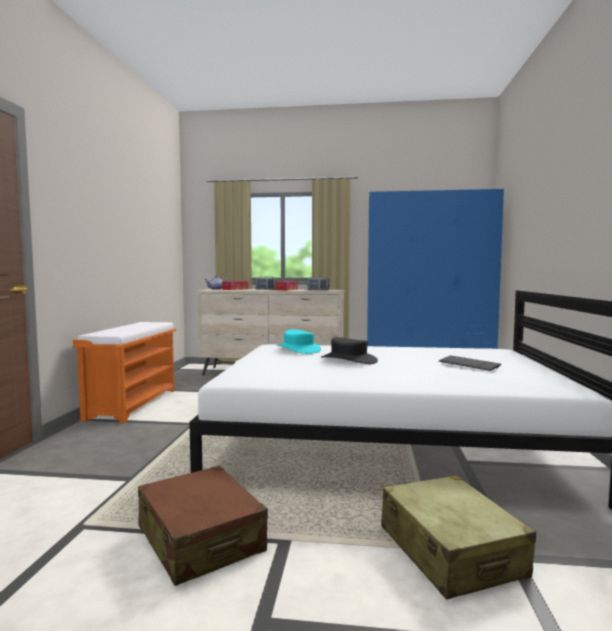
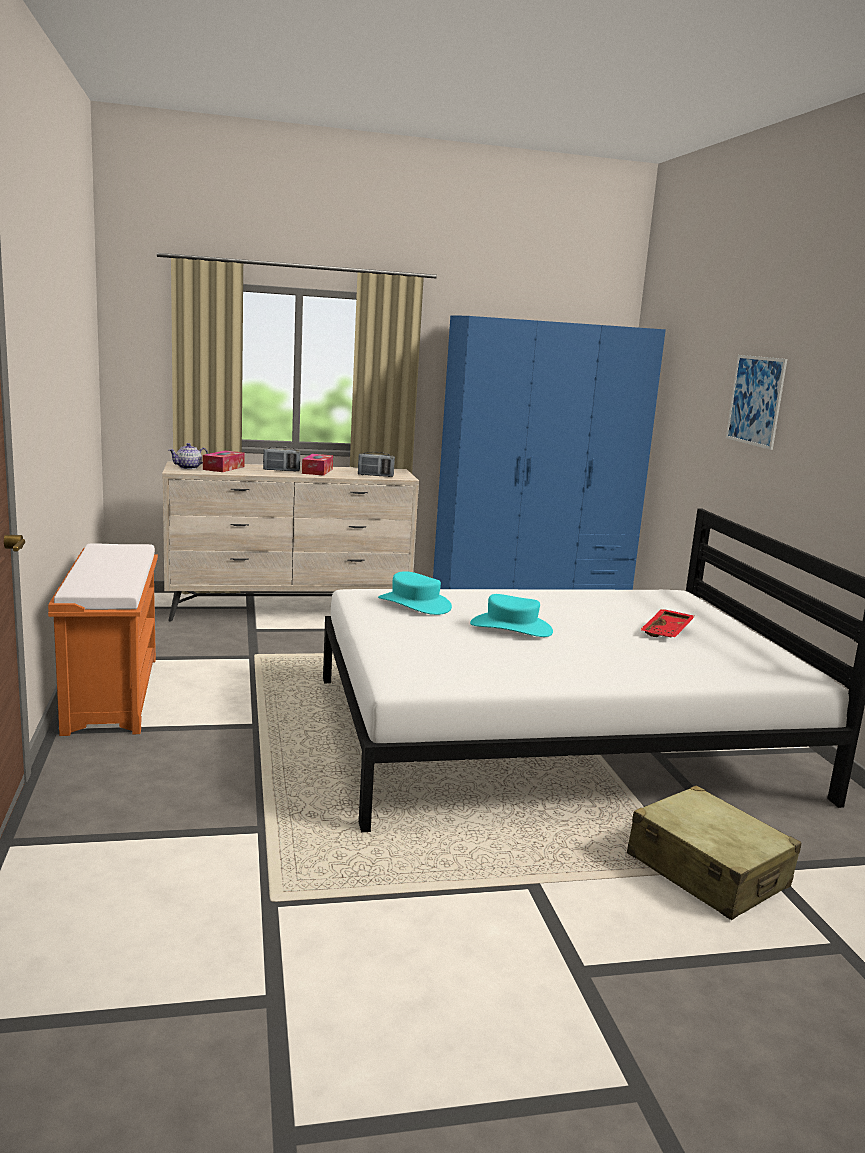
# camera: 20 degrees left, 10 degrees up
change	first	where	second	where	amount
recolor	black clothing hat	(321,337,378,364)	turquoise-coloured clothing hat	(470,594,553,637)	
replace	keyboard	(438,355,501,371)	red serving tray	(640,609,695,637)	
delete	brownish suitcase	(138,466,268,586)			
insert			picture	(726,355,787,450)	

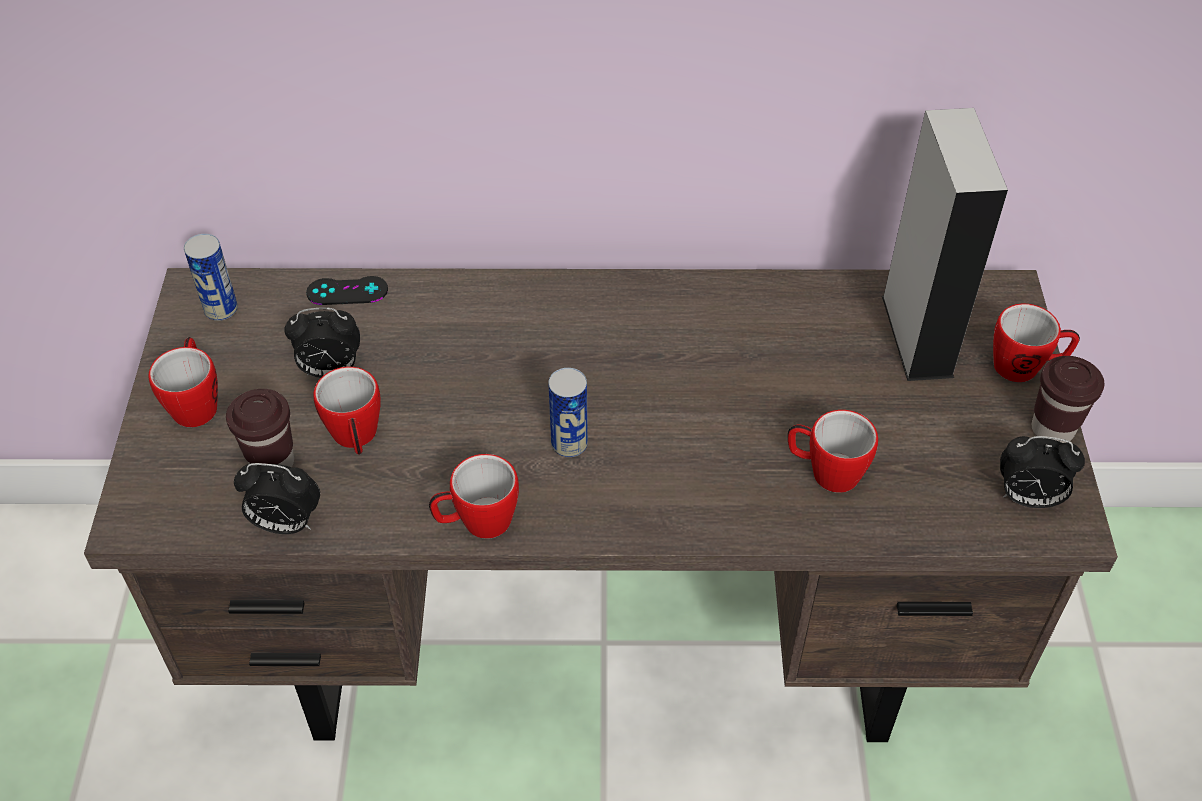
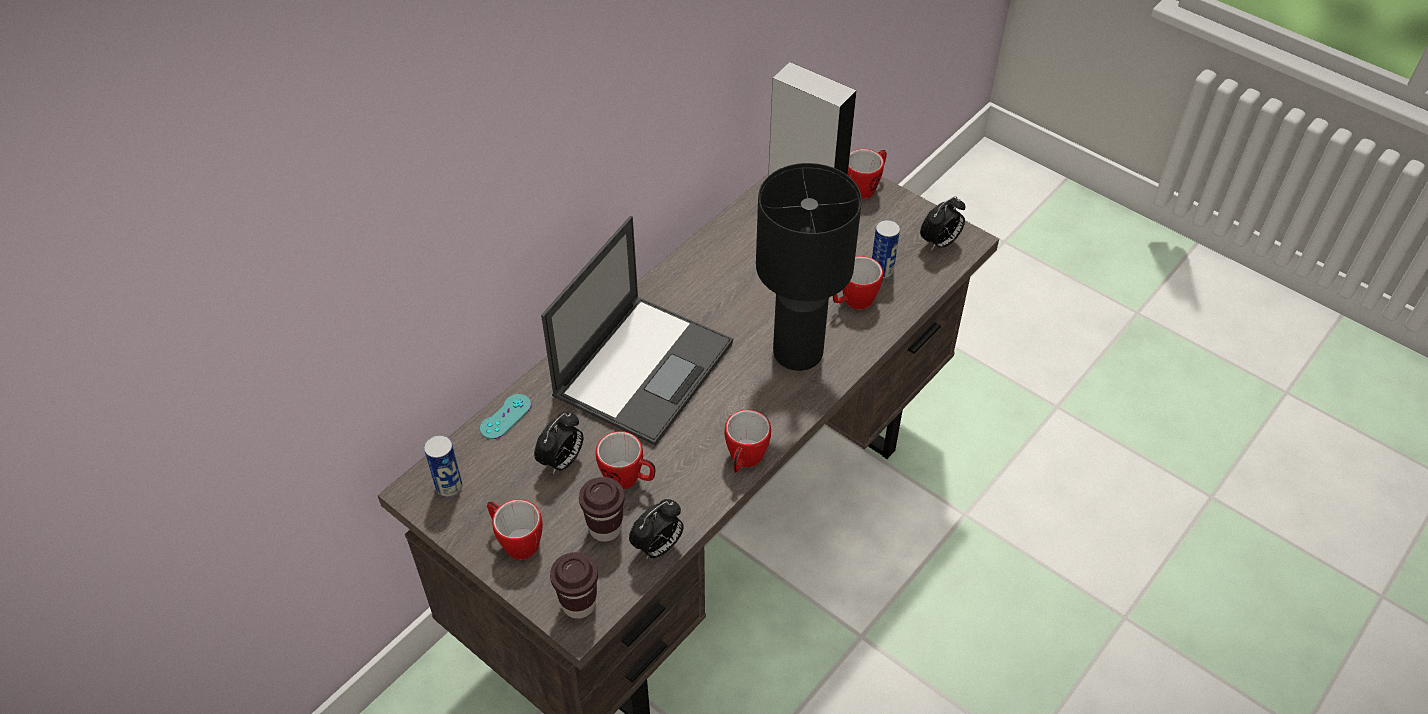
# camera: 50 degrees left, 0 degrees up
change	first	where	second	where	amount
recolor	black game controller	(306,276,388,305)	turquoise-coloured game controller	(480,394,531,439)	
move	brownish drinking cup	(1032,356,1104,443)		(550,552,598,619)	
move	can	(548,368,588,457)		(872,220,900,279)	
insert			black tabletop lamp	(756,163,862,371)	
insert			portable computer	(541,216,733,446)	

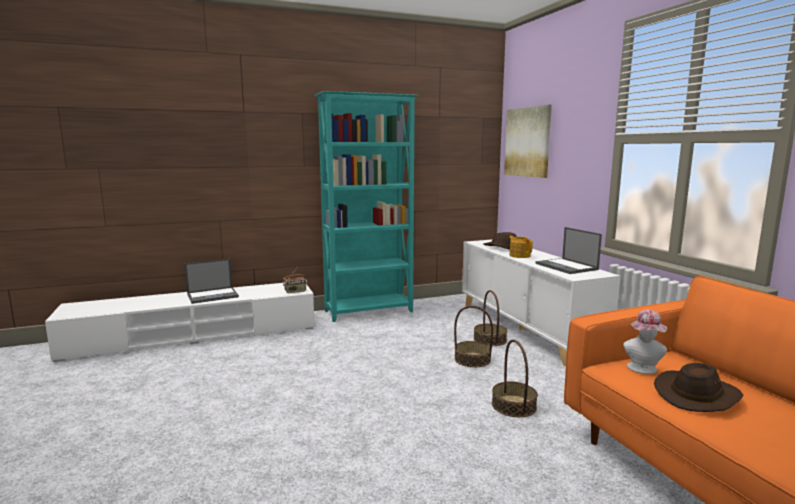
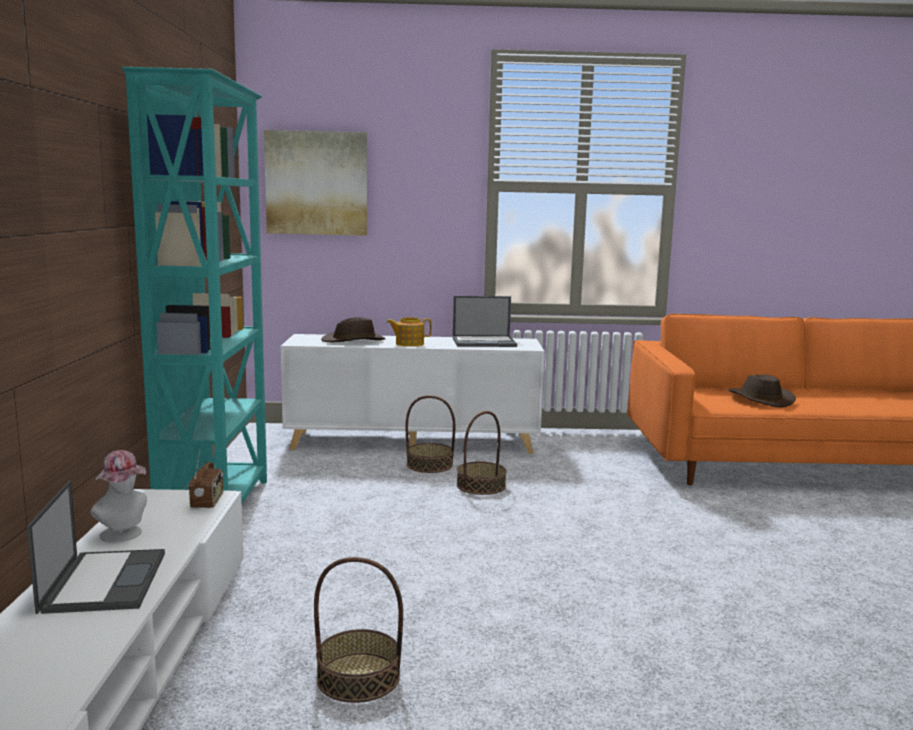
# camera: 70 degrees left, 0 degrees up
change	first	where	second	where	amount
move	clothing hat	(623,310,667,374)		(90,450,147,542)	
move	household basket	(492,340,538,417)		(314,557,403,703)	

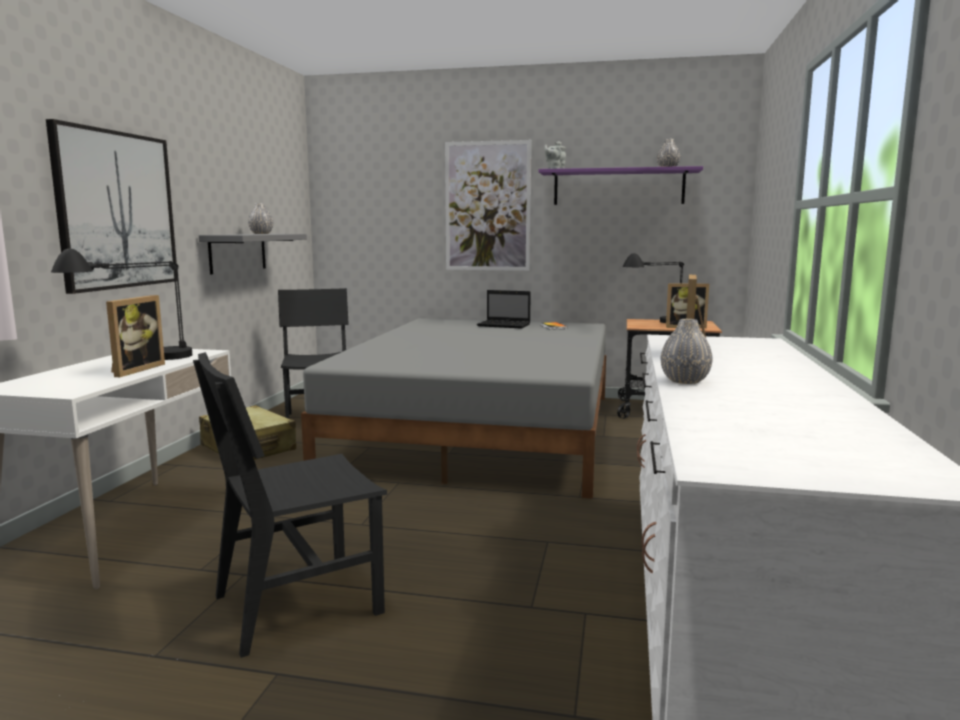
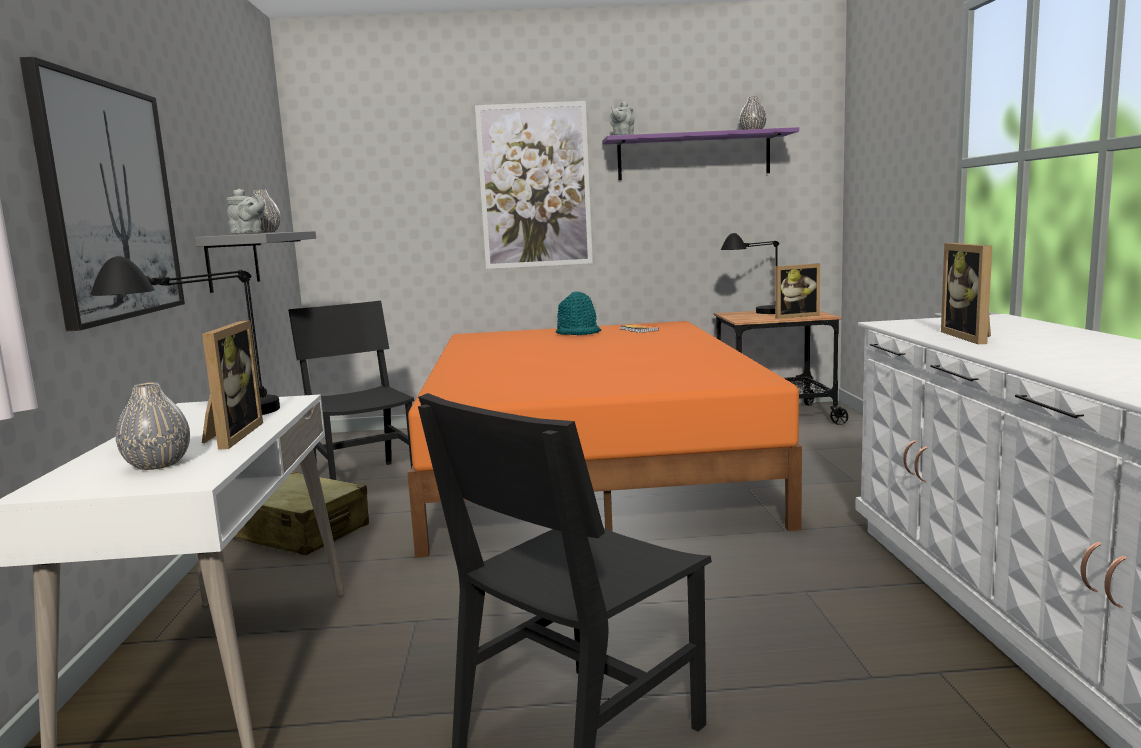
# camera: 15 degrees left, 0 degrees up
change	first	where	second	where	amount
replace	portable computer	(477,290,531,329)	turquoise-coloured clothing hat	(556,291,601,335)	
recolor	gray bedroom bed	(301,318,606,499)	orange-coloured bedroom bed	(407,321,802,558)	
move	gray flower vase	(661,319,713,384)		(116,382,190,470)	
insert			gray tea pot	(227,189,265,234)	

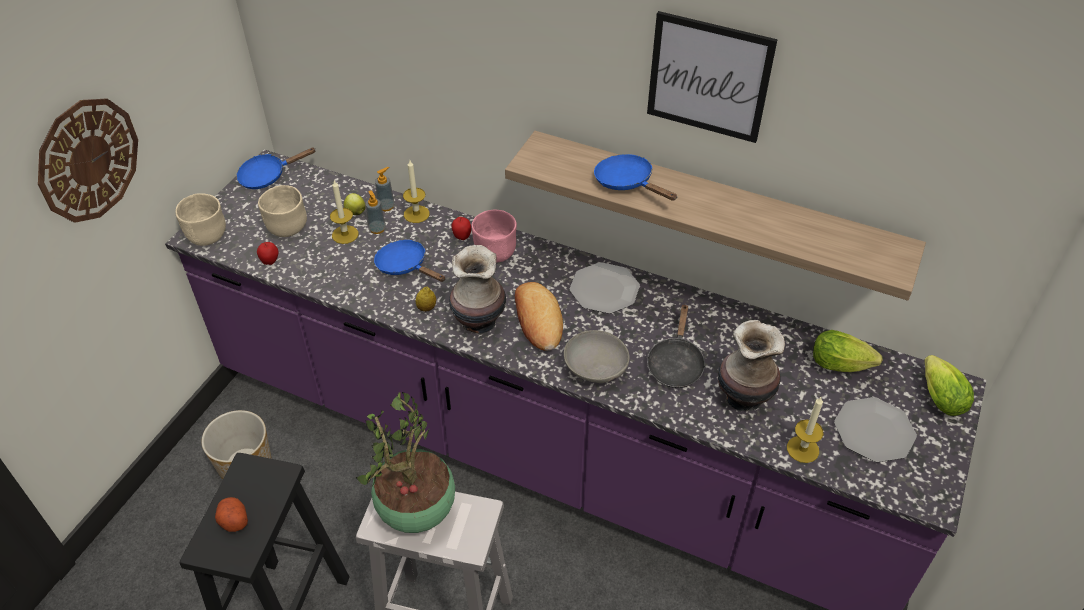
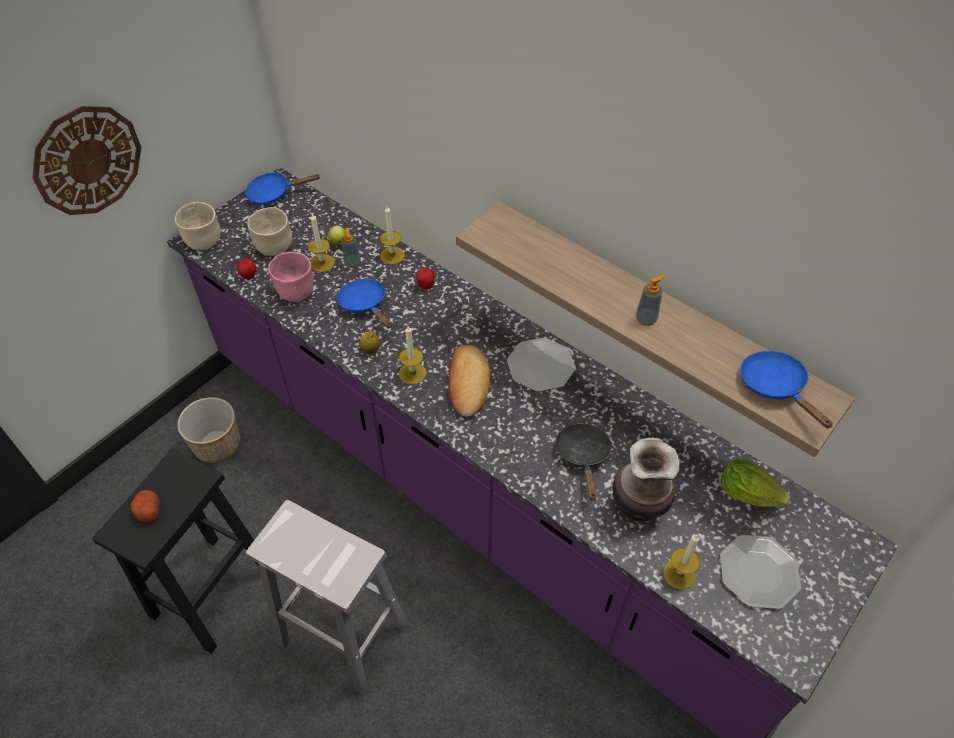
# camera: 15 degrees right, 5 degrees up
change	first	where	second	where	amount
delete	picture	(647,11,778,143)			
move	bluish pan	(594,154,677,201)		(740,351,833,428)	
move	soap bottle	(375,167,395,211)		(636,275,666,326)	
move	pink-coloured deep dish	(471,209,517,262)		(268,252,314,302)	
replace	flower vase	(449,245,506,335)	wax candle	(399,326,426,385)	
rotate	black pan	(647,304,706,388)		(555,423,612,501)	150 degrees clockwise
delete	gray deep dish	(564,330,629,383)			
delete	head of lettuce	(924,355,974,416)			
delete	houseplant	(356,392,455,533)			

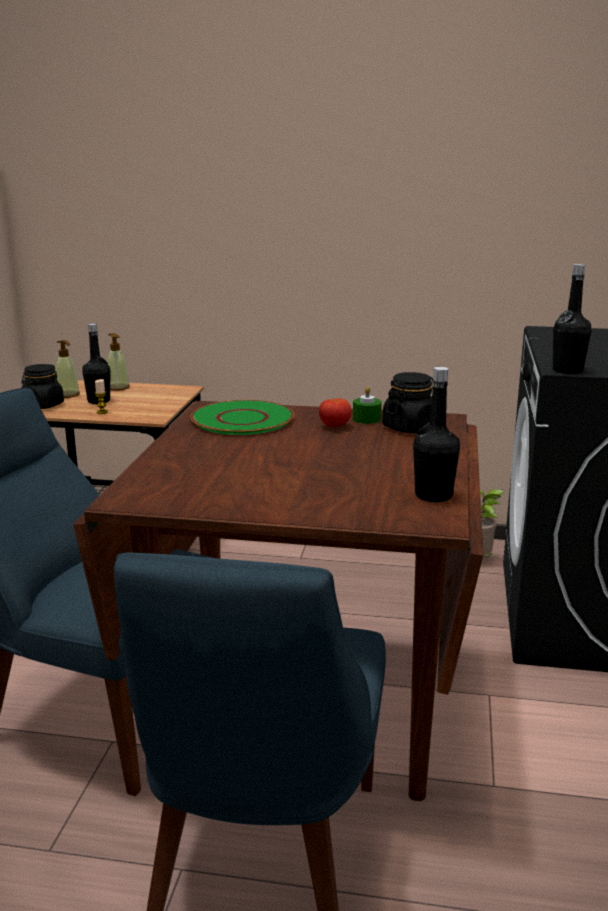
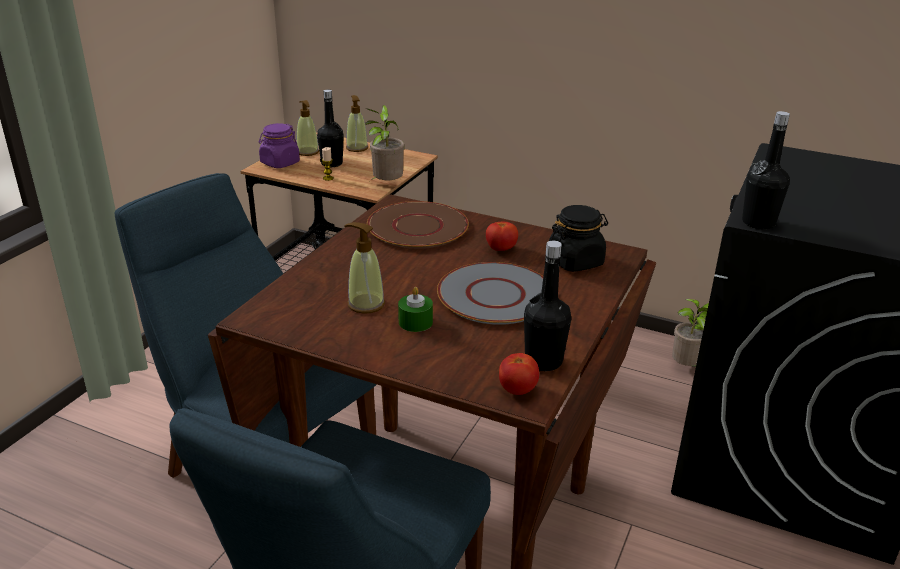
# camera: 15 degrees right, 10 degrees up
change	first	where	second	where	amount
recolor	black jar	(21,364,64,409)	purple jar	(259,123,300,168)	
move	green-coloured wax candle	(353,386,382,424)		(398,287,433,332)	
recolor	green-coloured plate	(190,400,294,435)	brownish plate	(367,201,469,249)	
insert			houseplant	(365,105,405,181)	
insert			soap bottle	(344,222,385,314)	
insert			gray plate	(437,262,543,325)	
insert			fresh tomato	(499,353,539,395)	

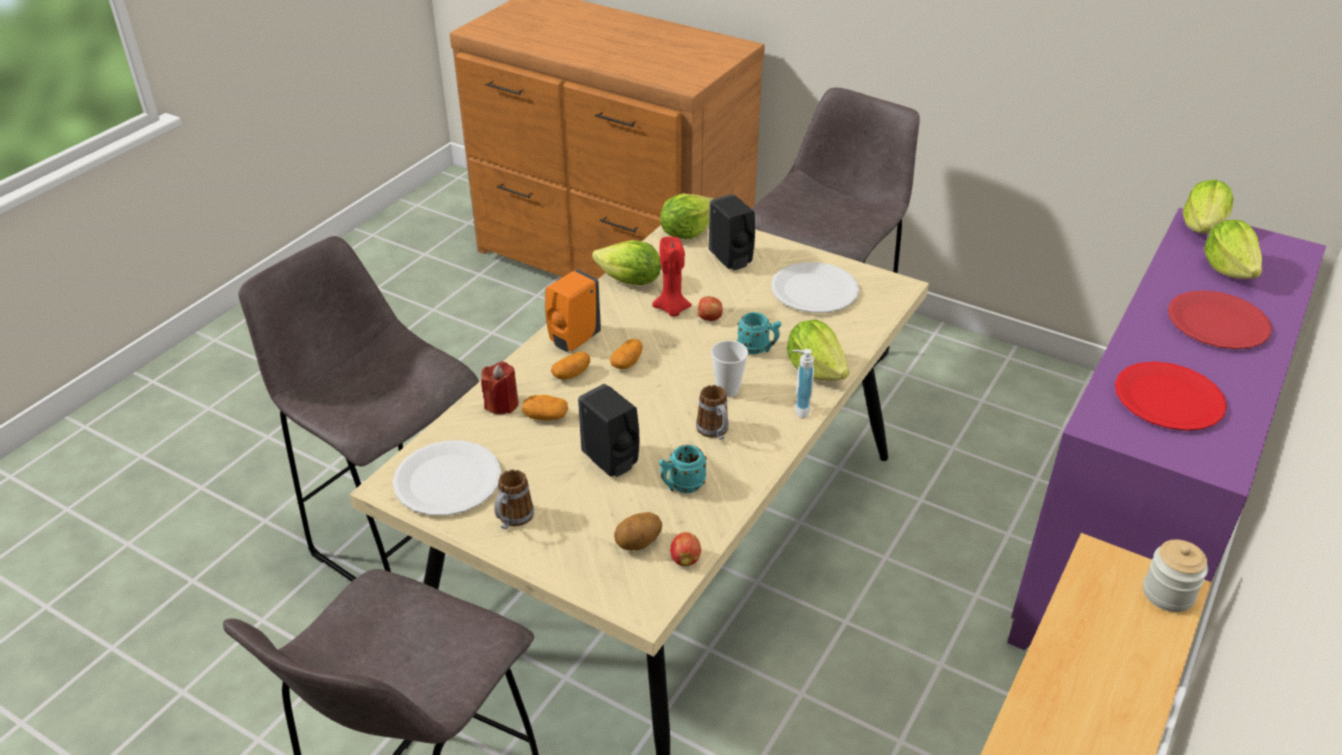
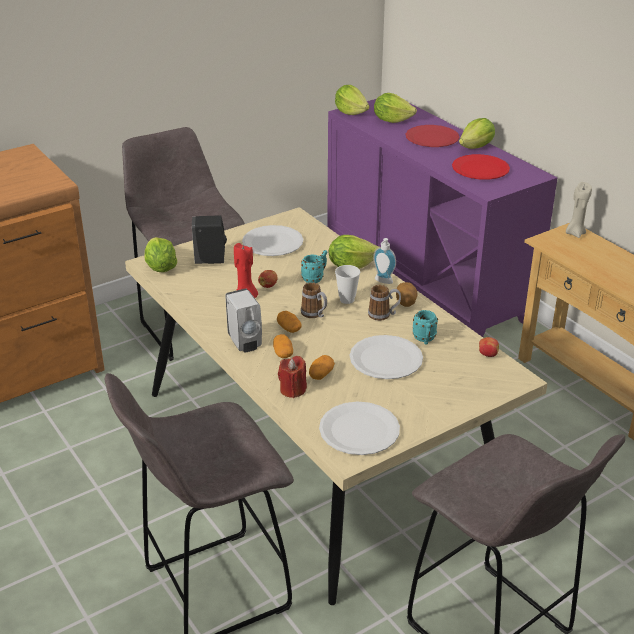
# camera: 65 degrees left, 5 degrees down
change	first	where	second	where	amount
move	head of lettuce	(592,240,662,285)		(459,118,495,149)	
recolor	orange-coloured soap bottle	(545,269,601,352)	white-coloured soap bottle	(225,288,262,352)	
replace	black soap bottle	(578,384,639,477)	white-coloured plate	(350,335,423,379)	
move	coffee mug	(494,469,534,529)		(301,282,327,318)	
move	whole potato	(614,512,662,551)		(396,282,417,307)	
replace	jar	(1143,540,1208,612)	beige wax candle	(566,182,592,238)	

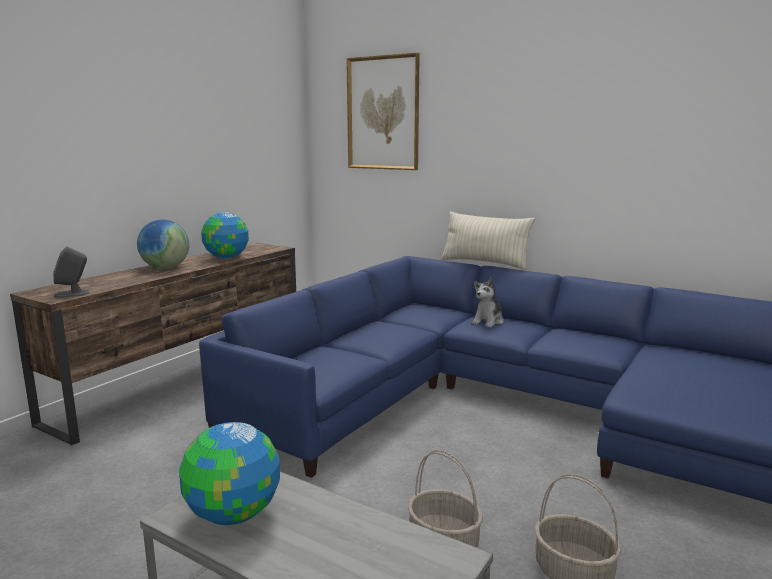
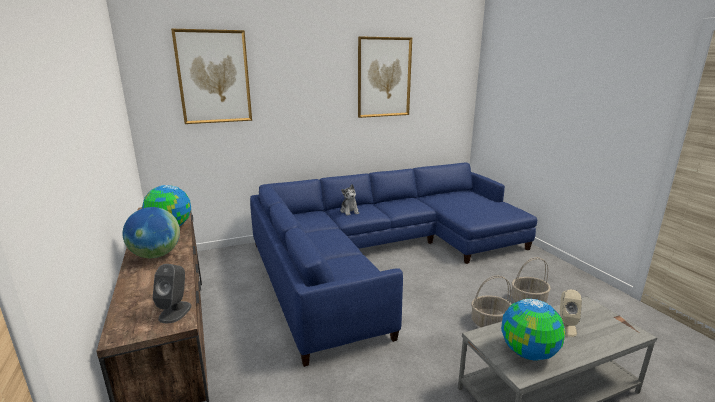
# camera: 55 degrees left, 5 degrees up
change	first	where	second	where	amount
delete	beige pillow	(441,212,535,270)			
insert			picture	(358,36,412,118)	
insert			beige speaker	(560,289,582,337)	

